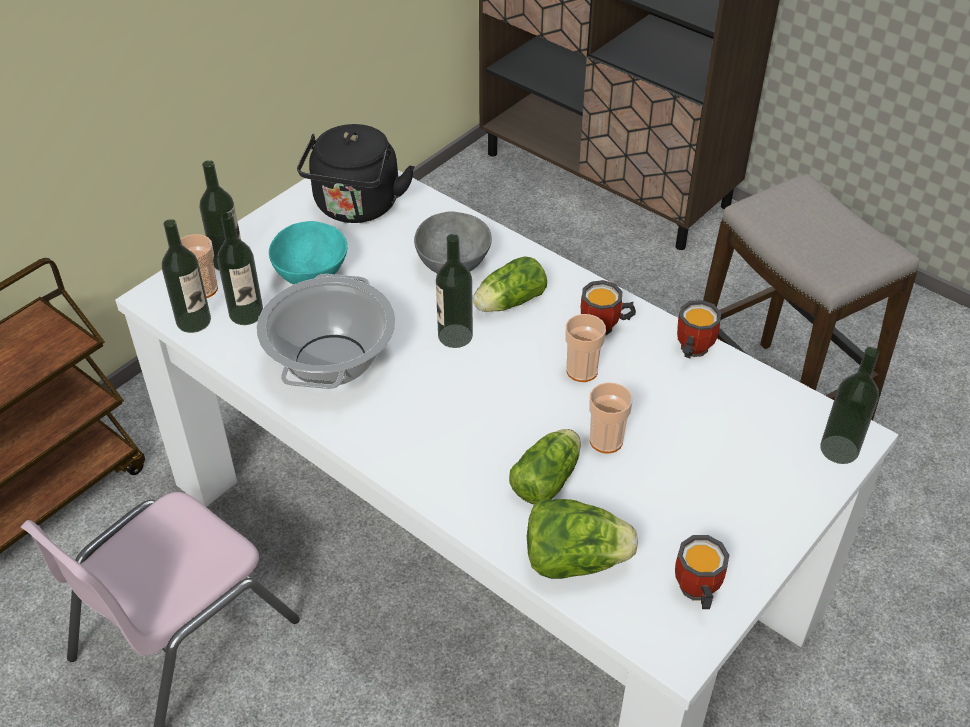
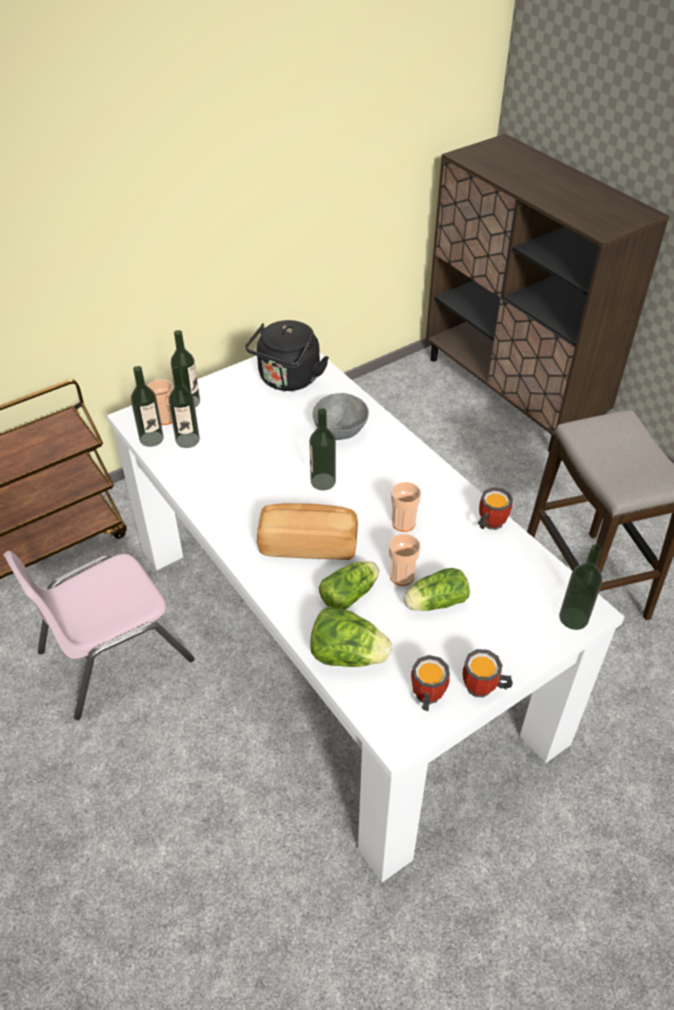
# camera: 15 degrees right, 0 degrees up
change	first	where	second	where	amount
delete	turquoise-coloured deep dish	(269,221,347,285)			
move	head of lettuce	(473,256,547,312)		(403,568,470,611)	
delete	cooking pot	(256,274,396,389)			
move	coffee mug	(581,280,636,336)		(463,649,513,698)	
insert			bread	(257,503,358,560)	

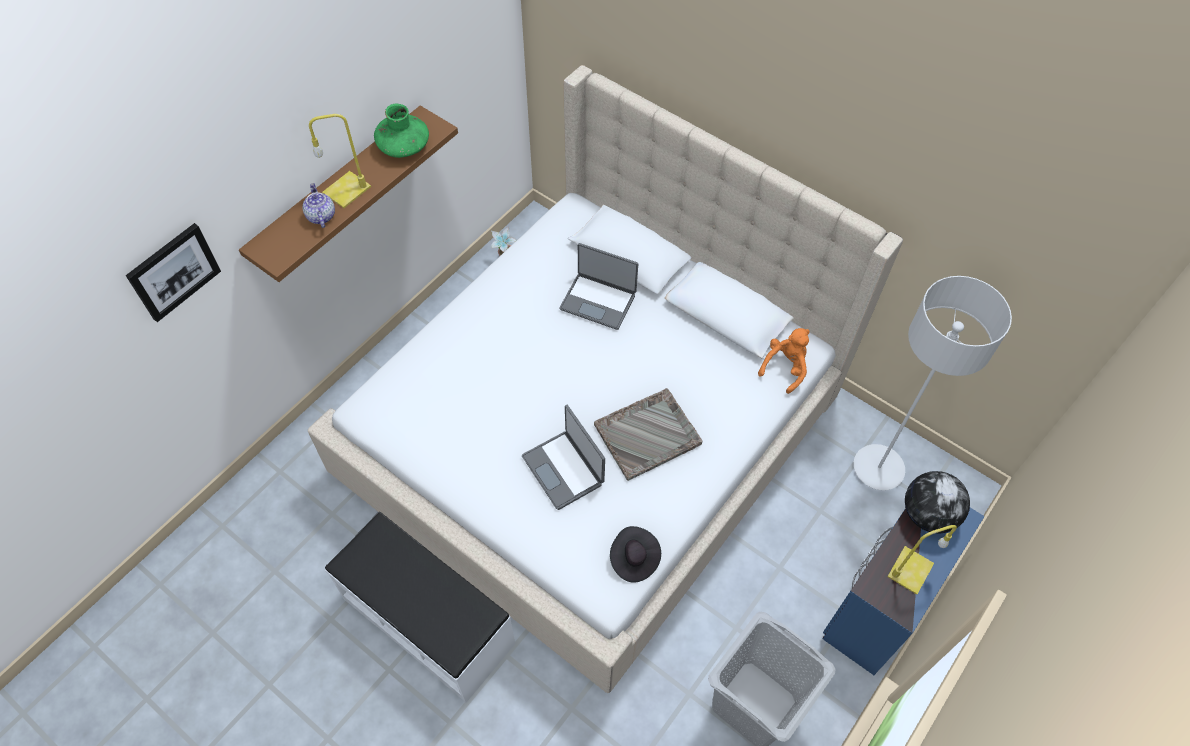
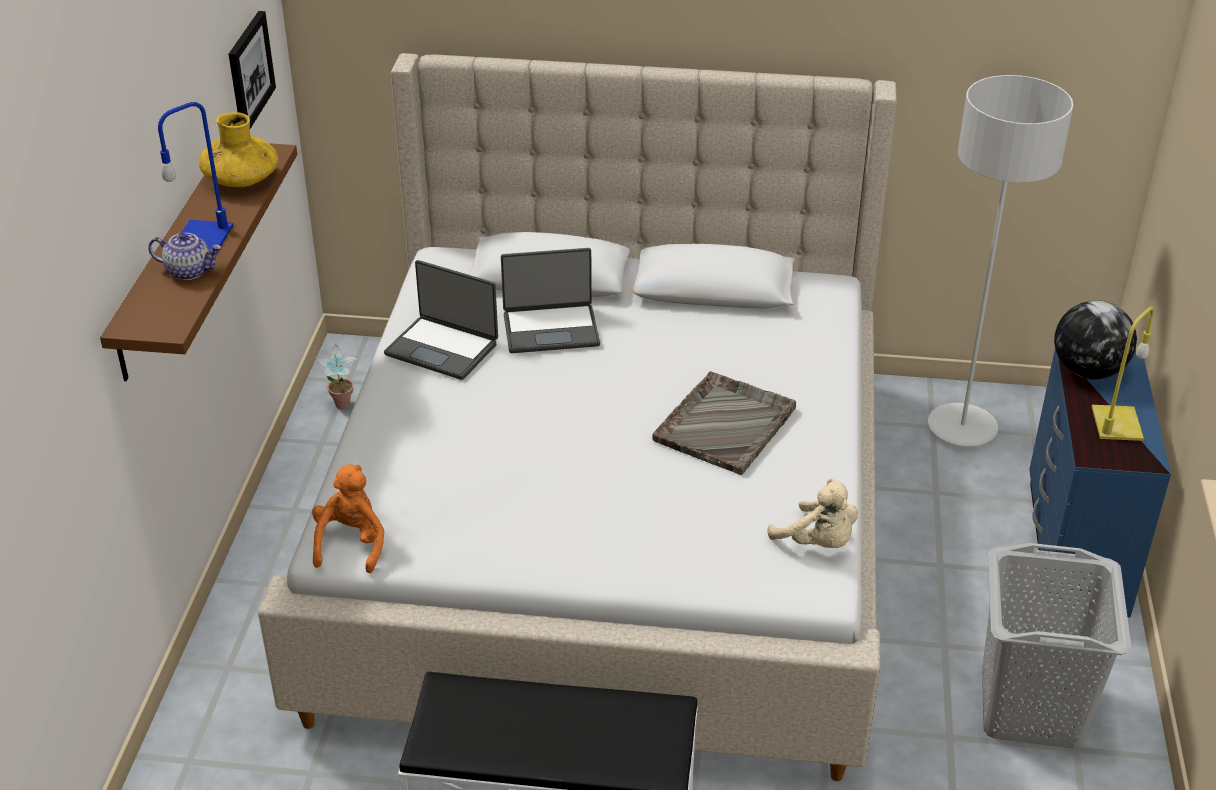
# camera: 30 degrees left, 20 degrees down
change	first	where	second	where	amount
recolor	green-coloured flower vase	(374,103,429,158)	yellowish flower vase	(198,112,278,187)	
recolor	yellowish tabletop lamp	(309,114,371,208)	bluish tabletop lamp	(158,102,234,253)	
rotate	tea pot	(303,183,335,228)		(148,233,221,280)	150 degrees clockwise
move	picture	(126,223,221,322)		(229,11,276,129)	
move	orange-coloured plush toy	(758,328,810,394)		(312,464,384,573)	
move	portable computer	(522,405,605,510)		(384,260,498,380)	
replace	black clothing hat	(610,526,661,583)	beige plush toy	(767,479,858,548)	

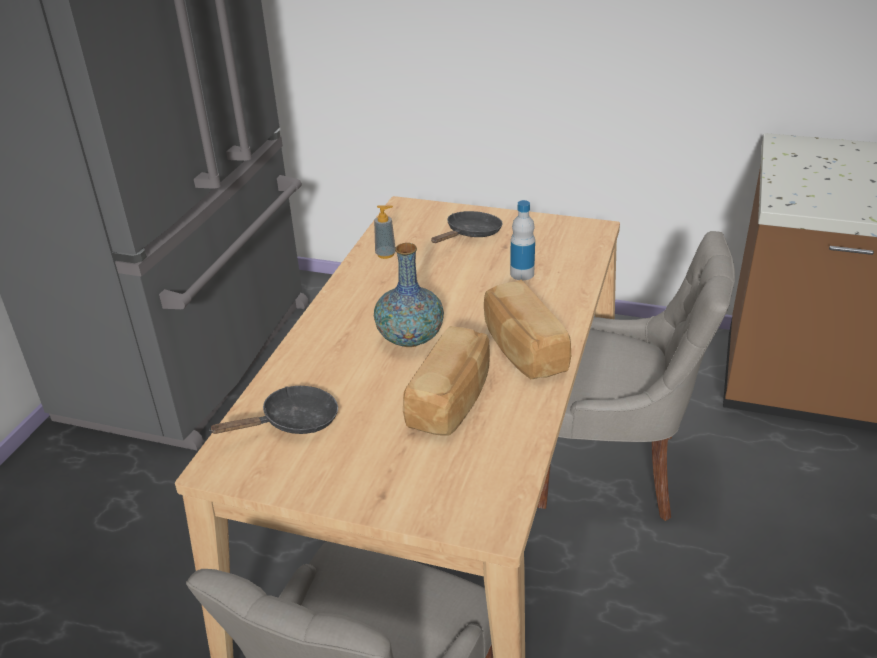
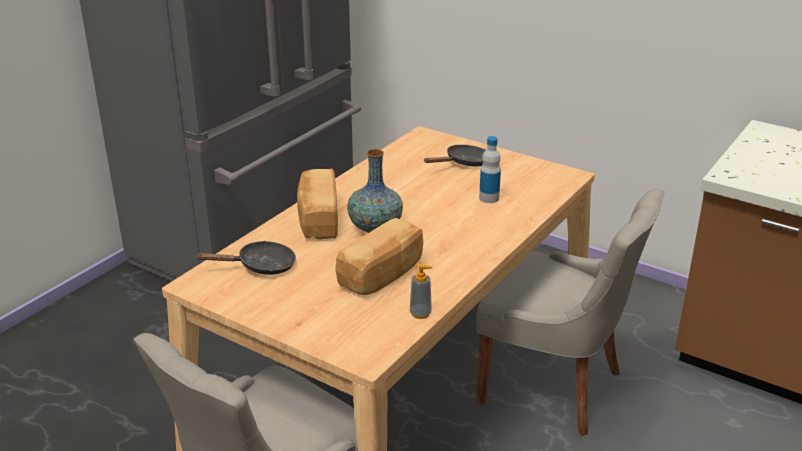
# camera: 15 degrees right, 5 degrees down
change	first	where	second	where	amount
move	soap bottle	(374,205,396,259)		(410,263,433,319)	
move	bread	(484,280,571,379)		(297,169,338,239)	

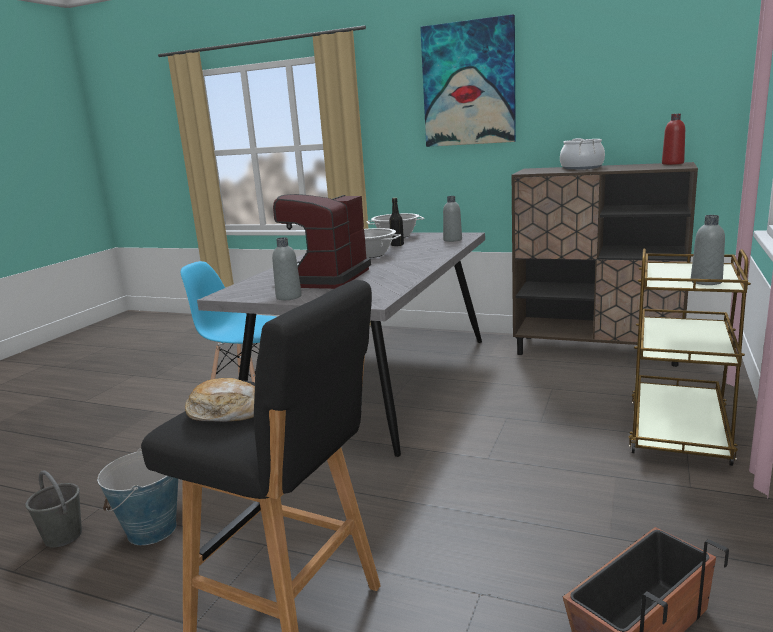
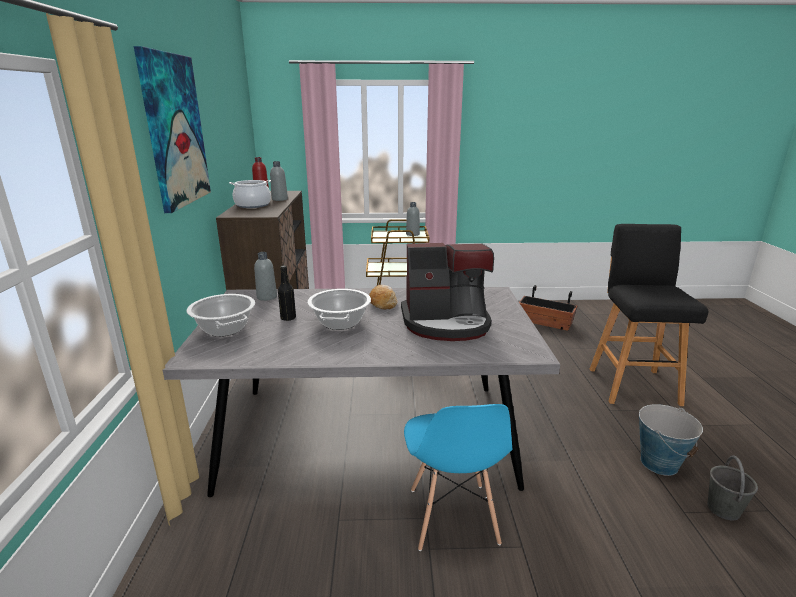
# camera: 115 degrees left, 5 degrees up
change	first	where	second	where	amount
move	gray bottle	(272,237,302,300)		(270,161,288,201)	
move	bread	(185,378,255,422)		(369,285,397,310)	

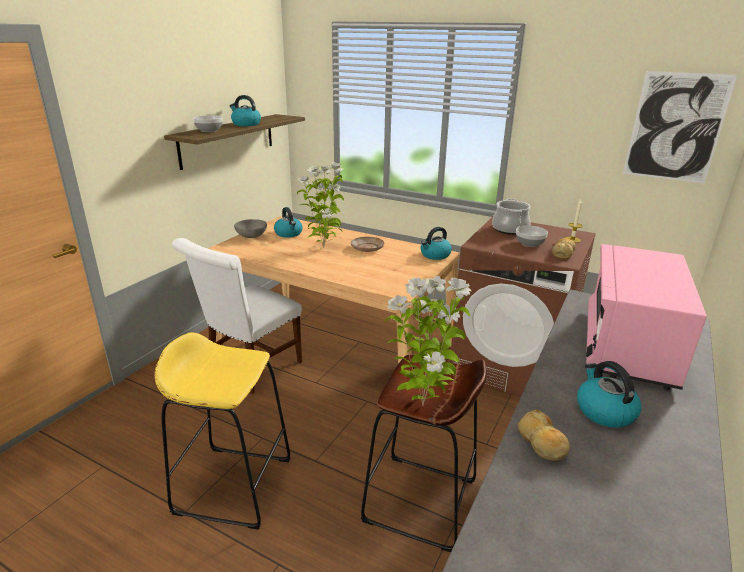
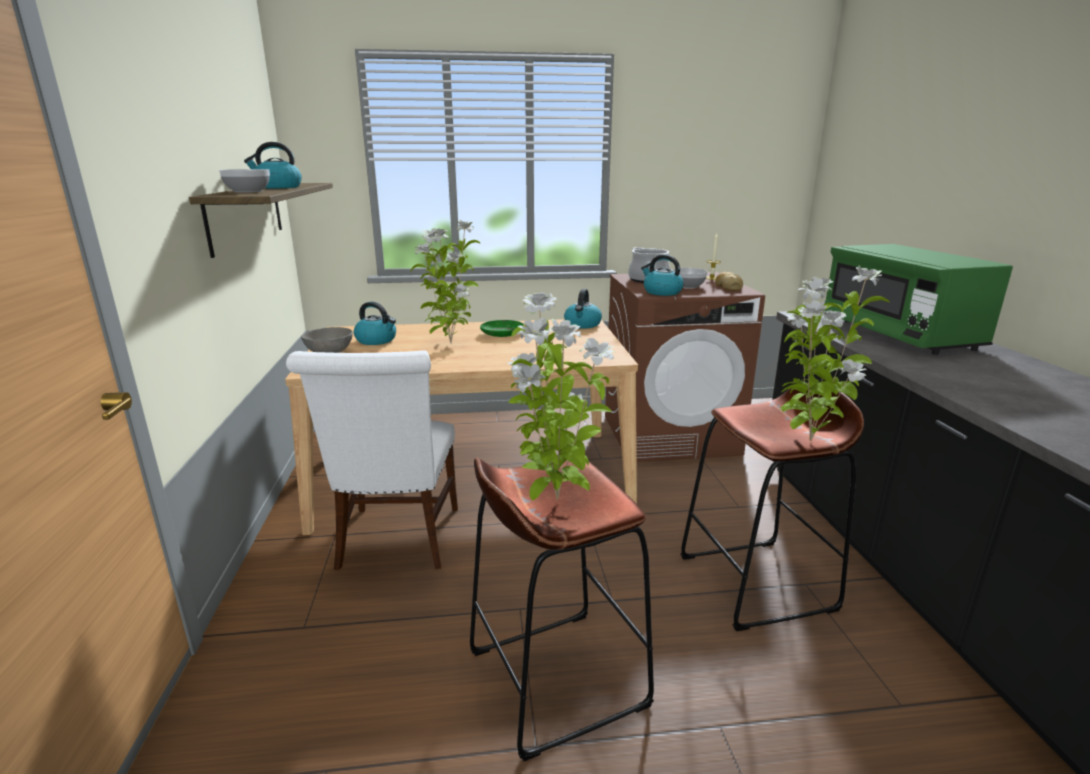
# camera: 35 degrees left, 5 degrees down
change	first	where	second	where	amount
delete	picture	(623,71,737,184)			
recolor	beige plate	(351,237,384,252)	green-coloured plate	(480,320,524,337)	
recolor	pink-coloured microwave	(586,244,707,390)	green-coloured microwave	(825,244,1013,355)	
recolor	yellowish stool seat	(155,332,291,530)	brownish stool seat	(470,458,654,761)	
move	kettle	(577,361,642,428)		(641,254,684,296)	
delete	bread	(518,409,570,461)			
insert			houseplant	(508,292,614,500)	

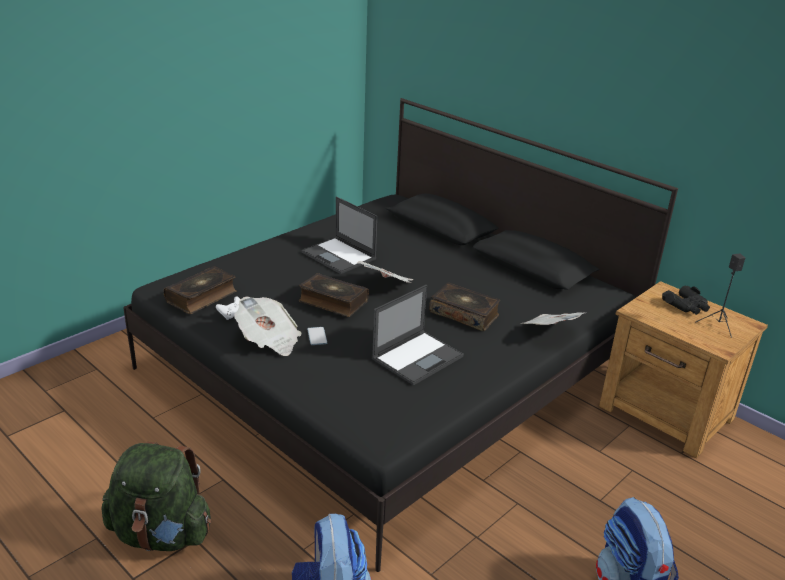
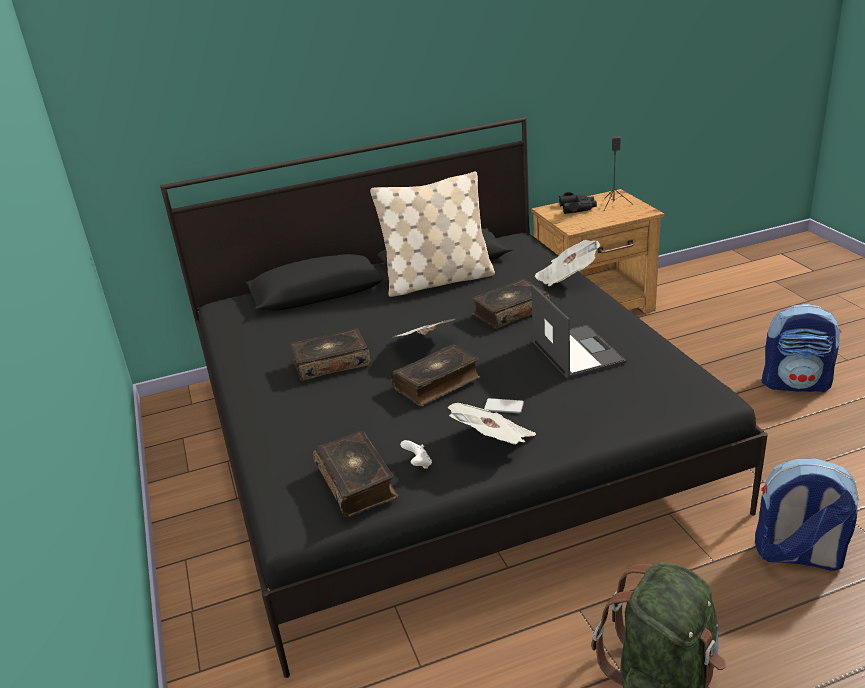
# camera: 60 degrees left, 0 degrees up
change	first	where	second	where	amount
replace	portable computer	(302,197,377,274)	book	(290,328,371,381)	
insert			beige pillow	(370,171,495,297)	

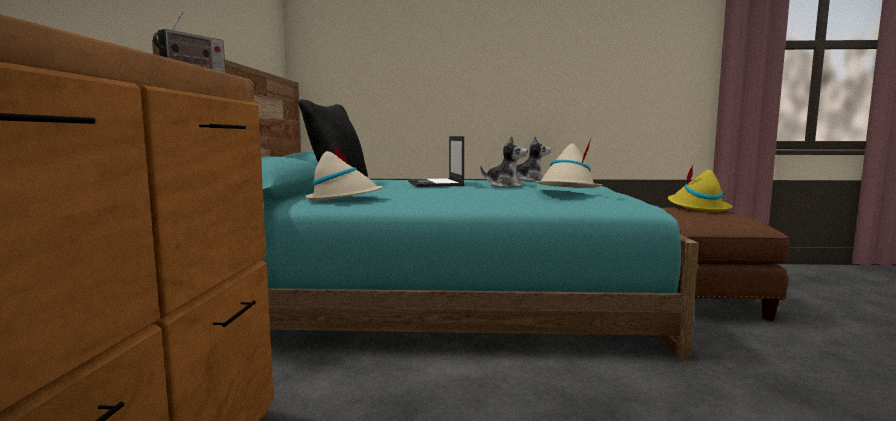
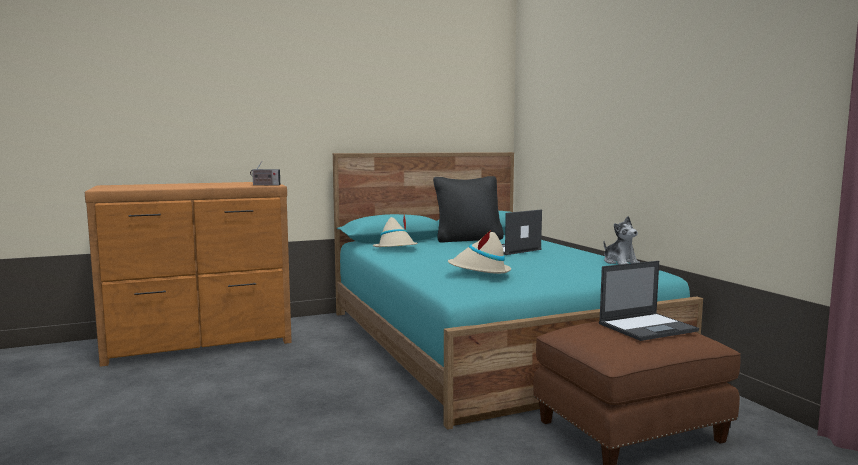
# camera: 65 degrees right, 0 degrees up
change	first	where	second	where	amount
delete	plush toy	(480,136,528,187)			
replace	yellowish clothing hat	(668,165,733,212)	portable computer	(599,261,699,341)	

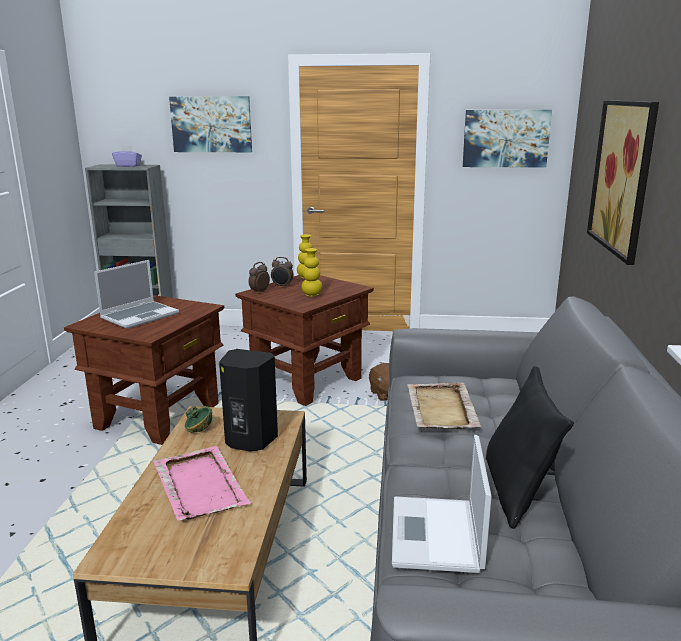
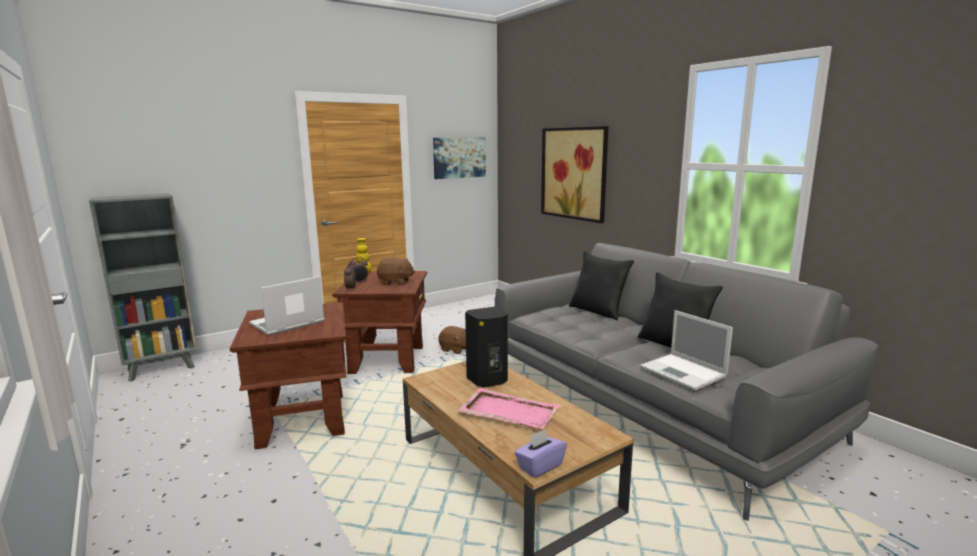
# camera: 40 degrees left, 5 degrees down
change	first	where	second	where	amount
delete	picture	(169,96,252,152)			
move	purple tissue box	(112,146,142,167)		(515,429,567,478)	
replace	yellowish flower vase	(301,248,322,297)	brownish plush toy	(377,257,415,285)	
rotate	portable computer	(94,260,179,329)		(249,276,325,335)	135 degrees counterclockwise
delete	beige serving tray	(407,382,481,429)			
delete	green-coloured deep dish	(185,406,212,433)			
insert			black pillow	(569,251,634,320)	

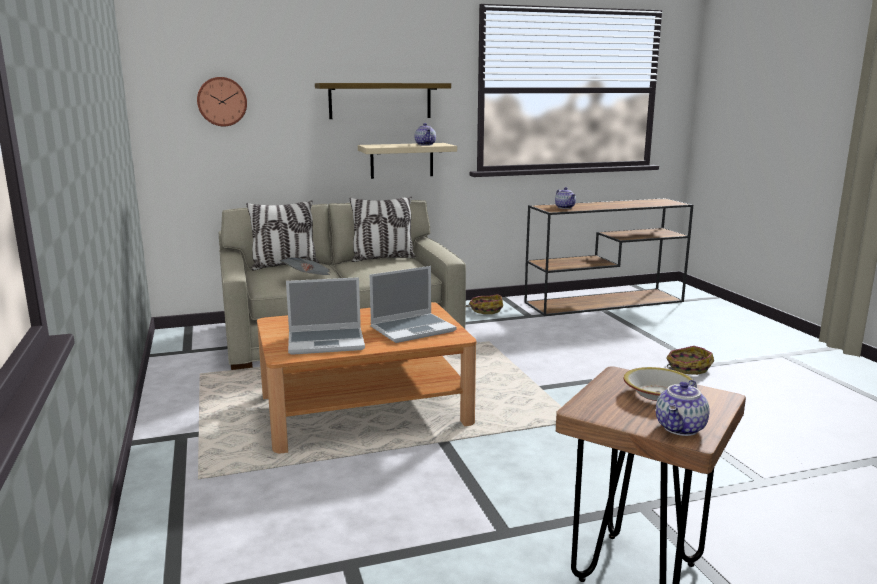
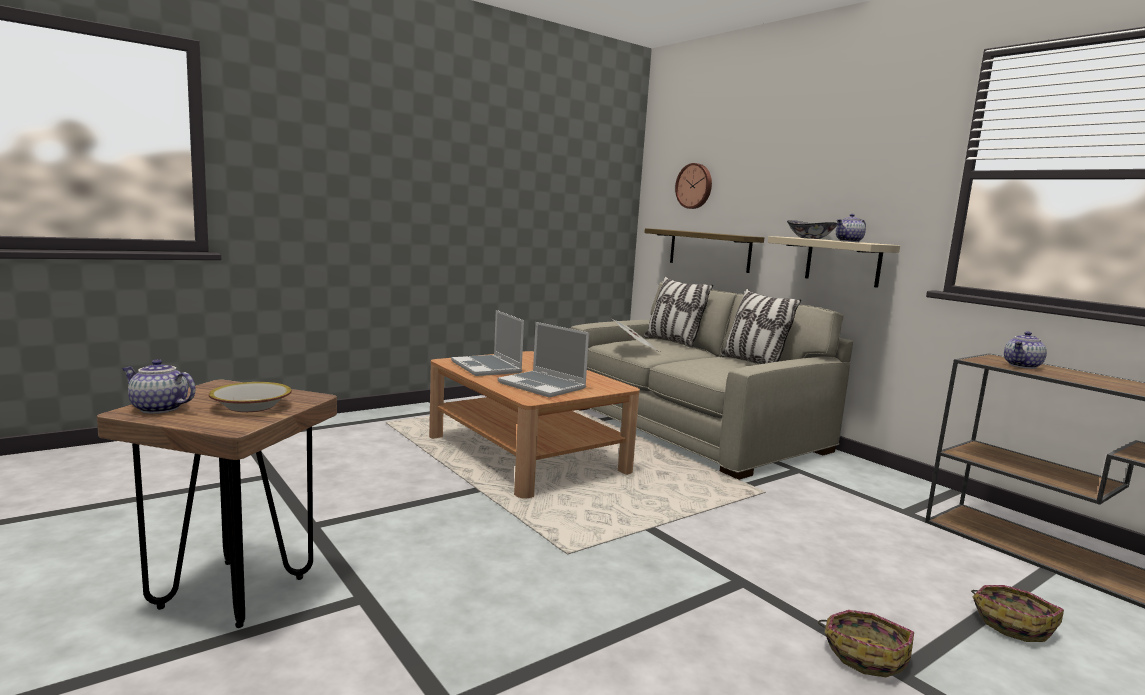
# camera: 70 degrees right, 5 degrees down
change	first	where	second	where	amount
move	shelf	(315,83,451,119)		(644,228,764,273)	
move	household basket	(466,294,503,314)		(971,585,1064,642)	
insert			deep dish	(787,220,838,239)	

